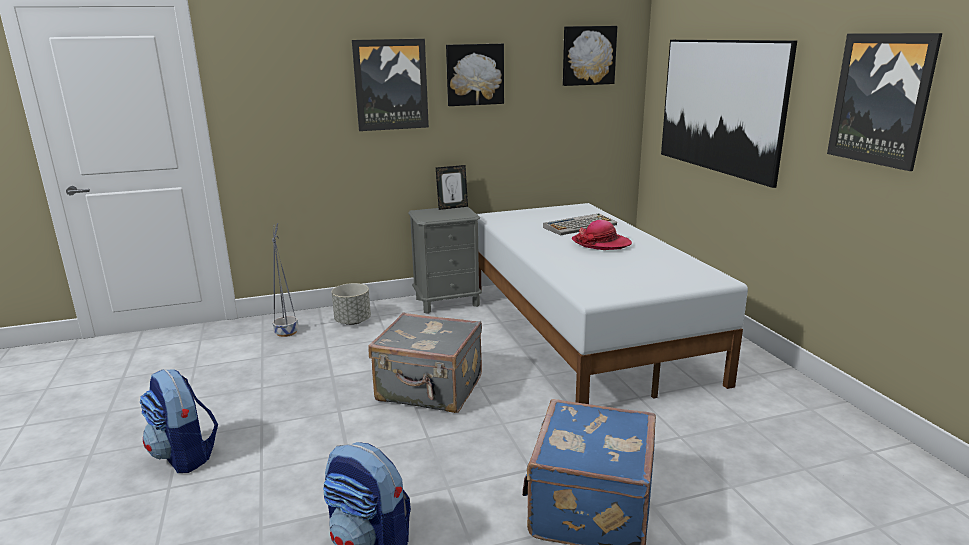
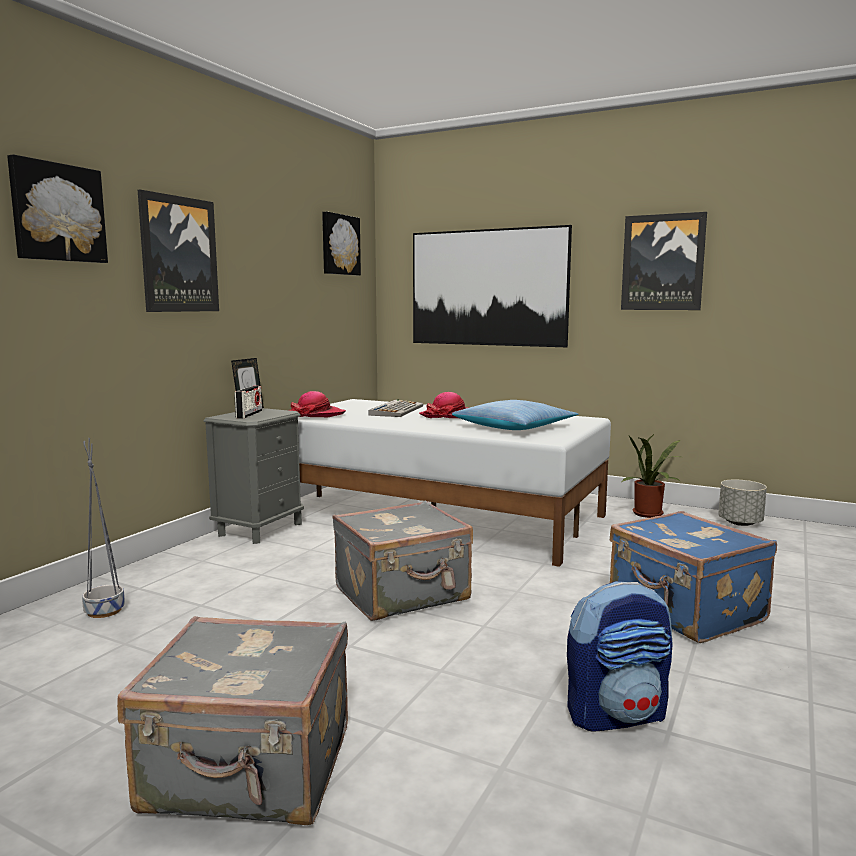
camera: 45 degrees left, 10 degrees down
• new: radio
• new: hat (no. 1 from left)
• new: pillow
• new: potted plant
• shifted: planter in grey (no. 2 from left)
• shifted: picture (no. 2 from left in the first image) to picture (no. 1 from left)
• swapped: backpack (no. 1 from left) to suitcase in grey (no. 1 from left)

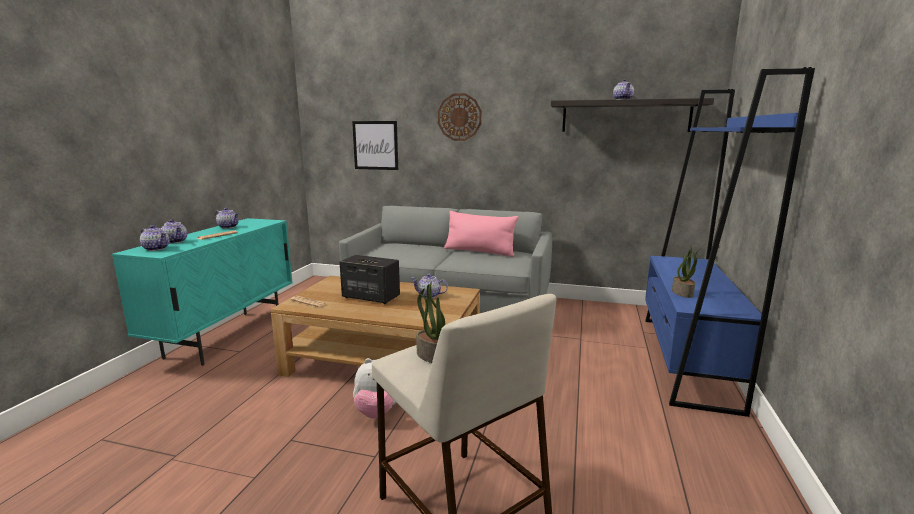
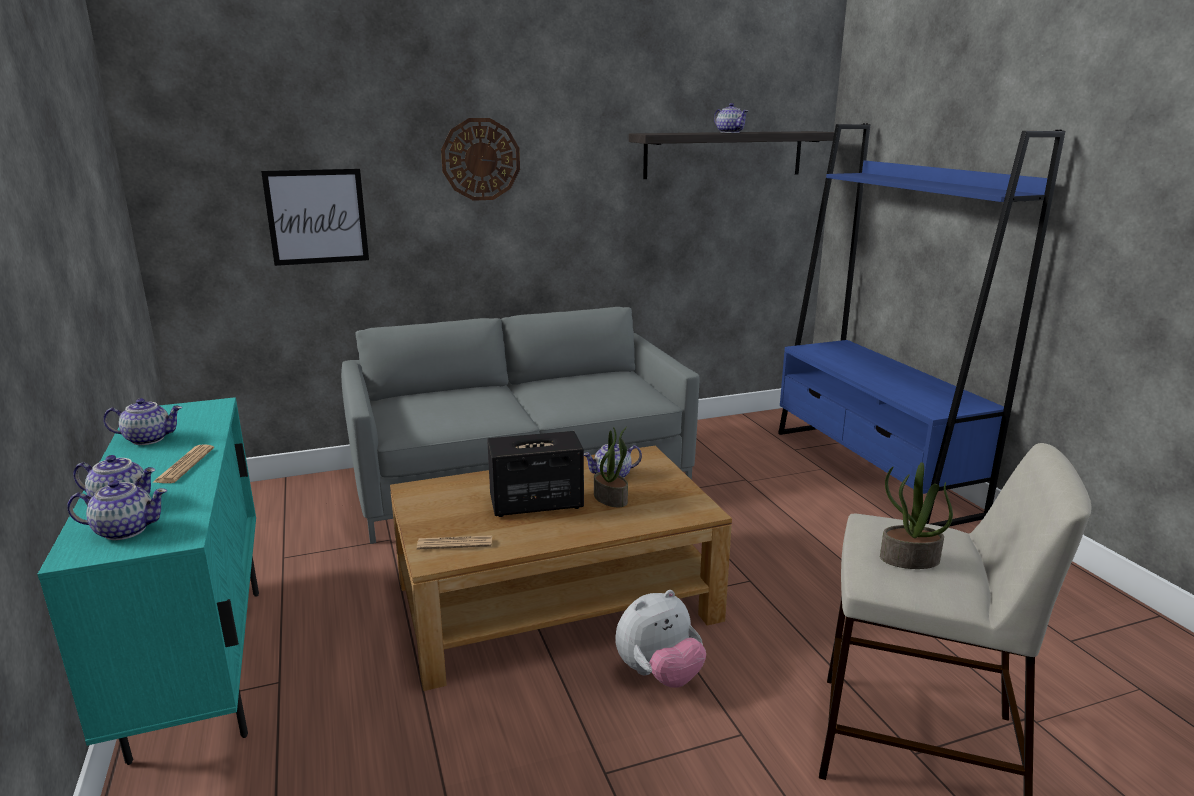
camera: 35 degrees left, 5 degrees up
• gone: pillow in pink
• shifted: potted plant (no. 2 from left in the first image) to potted plant (no. 1 from left)

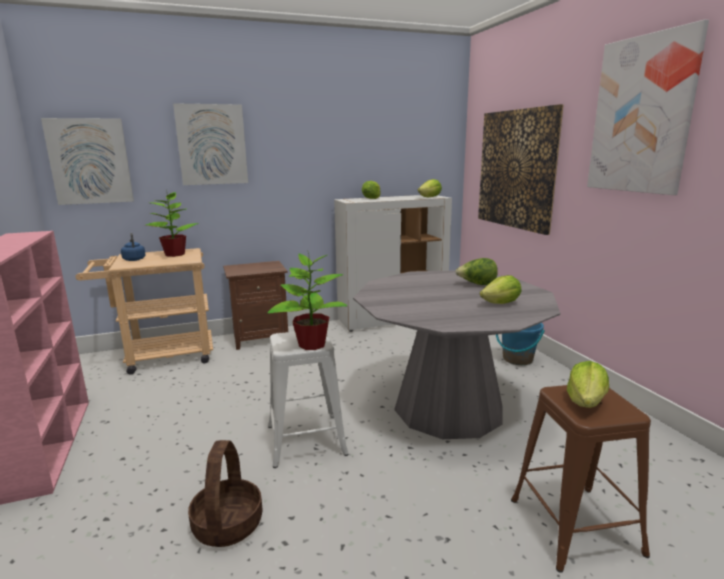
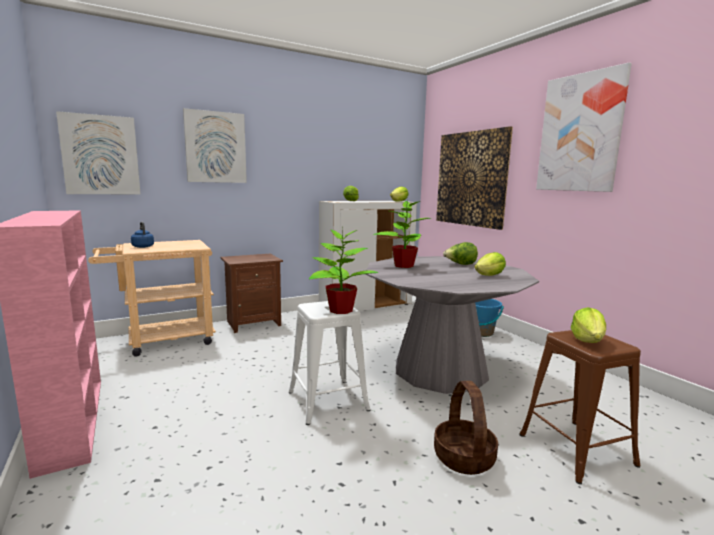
camera: 10 degrees left, 5 degrees down
• shifted: potted plant (no. 1 from left in the first image) to potted plant (no. 2 from left)
• shifted: basket

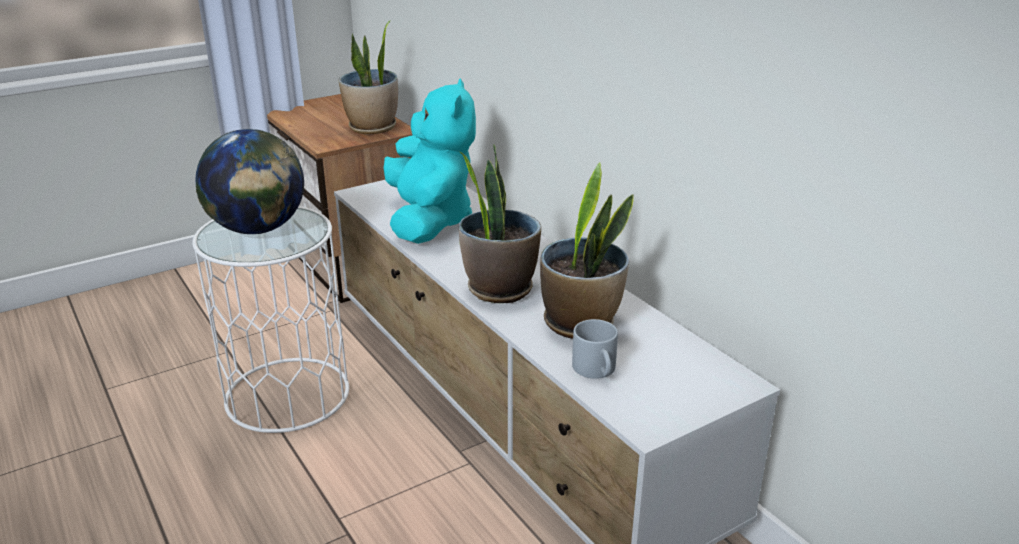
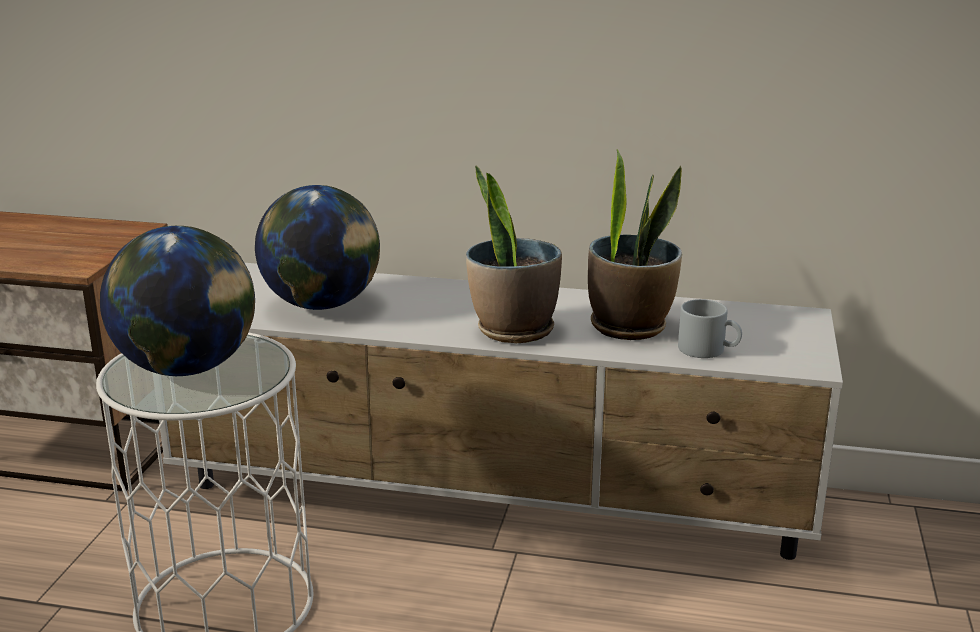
camera: 45 degrees left, 5 degrees down
• gone: potted plant (no. 1 from left)
• swapped: plush toy in turquoise to globe (no. 2 from left)

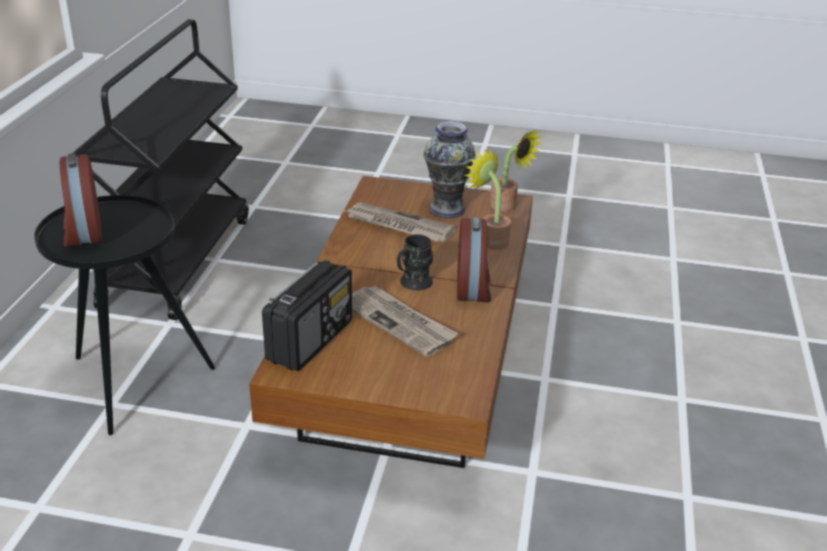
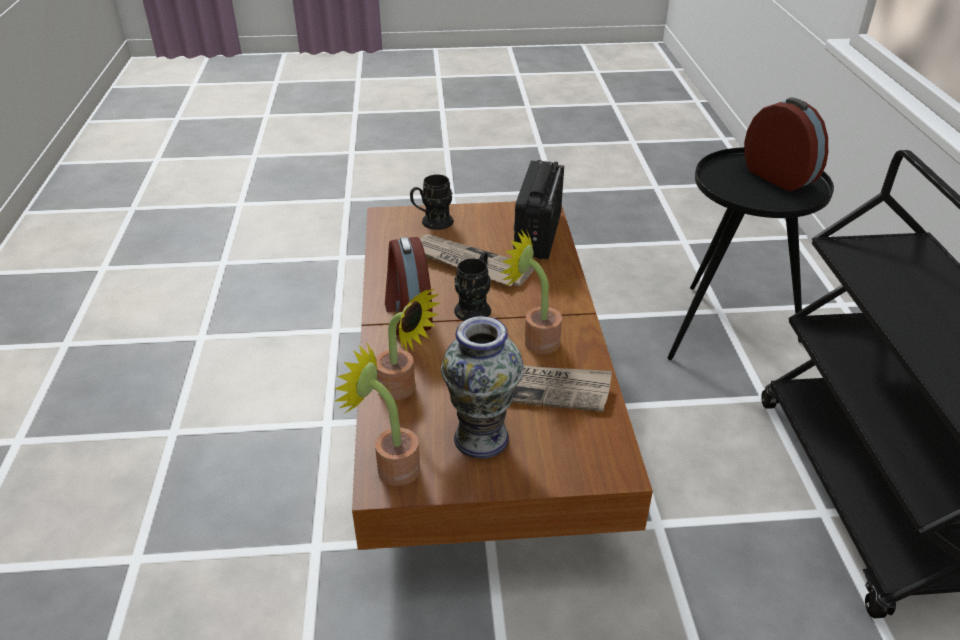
camera: 165 degrees right, 5 degrees up
• new: mug in black (no. 1 from left)
• new: potted plant (no. 3 from left)

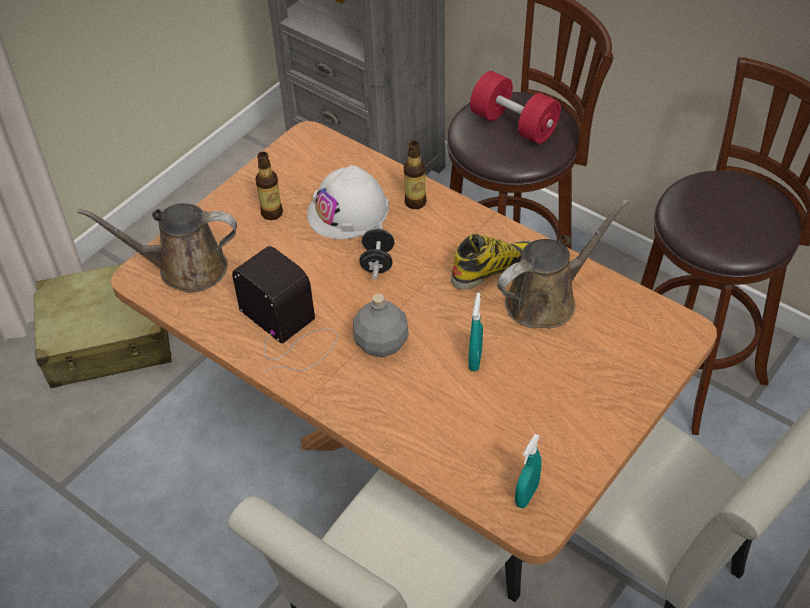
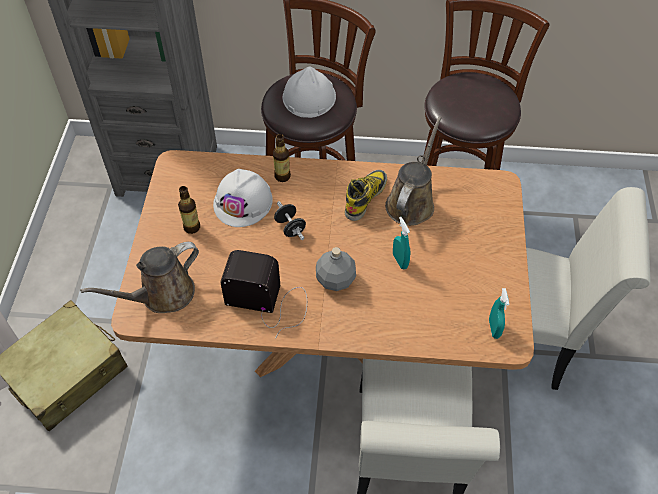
camera: 35 degrees left, 5 degrees up
• swapped: dumbbell in red to hard hat in white (no. 2 from left)

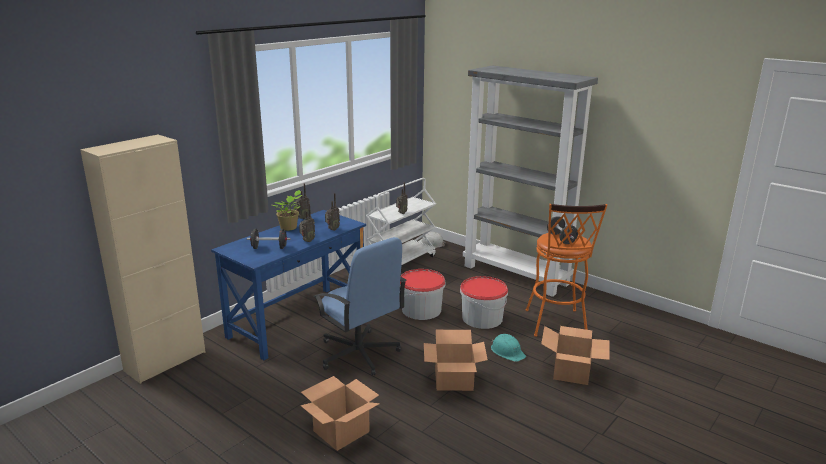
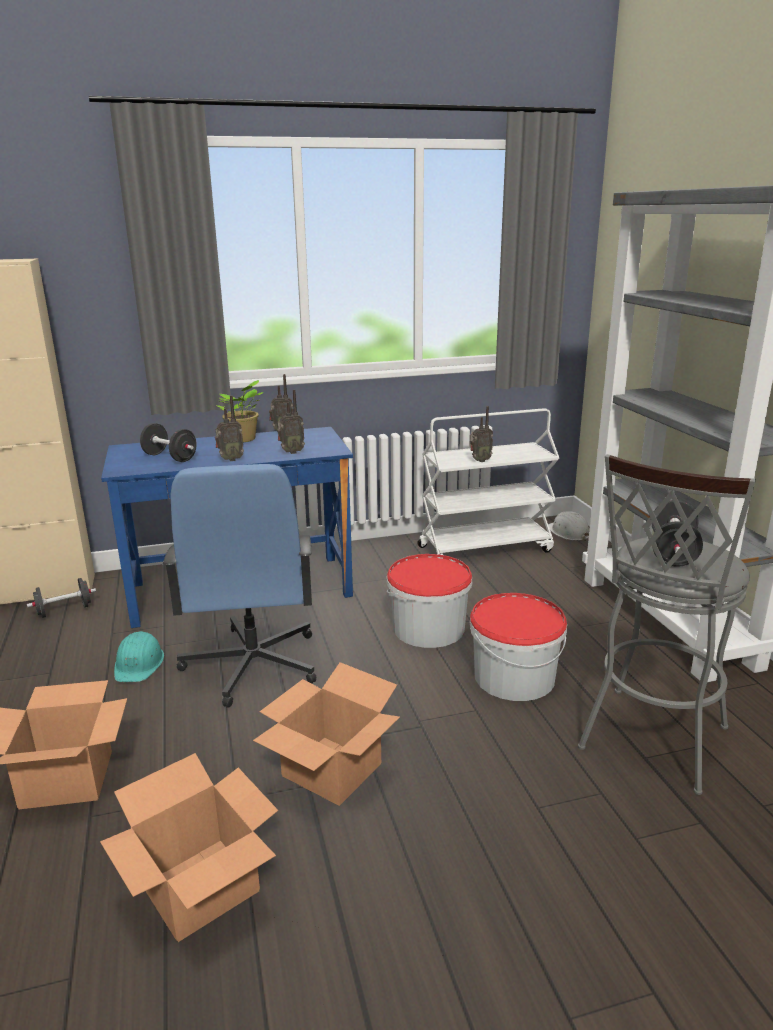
camera: 35 degrees right, 0 degrees up
• new: dumbbell in black (no. 1 from left)
• shifted: hard hat in turquoise
• shifted: cardboard box (no. 3 from left in the first image) to cardboard box (no. 2 from left)
• repainted: stool in orange to stool in grey

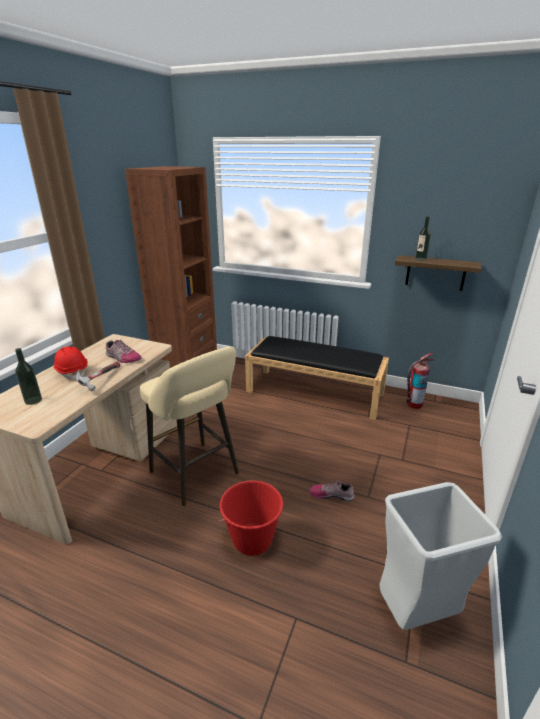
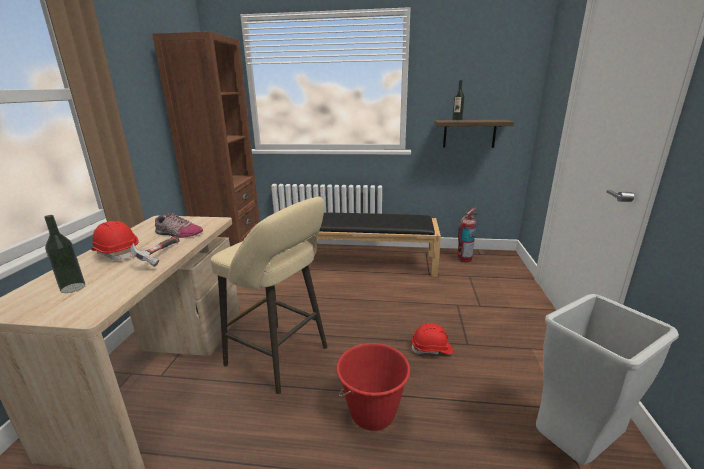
camera: 15 degrees left, 5 degrees down
• swapped: shoe (no. 2 from left) to hard hat in red (no. 2 from left)

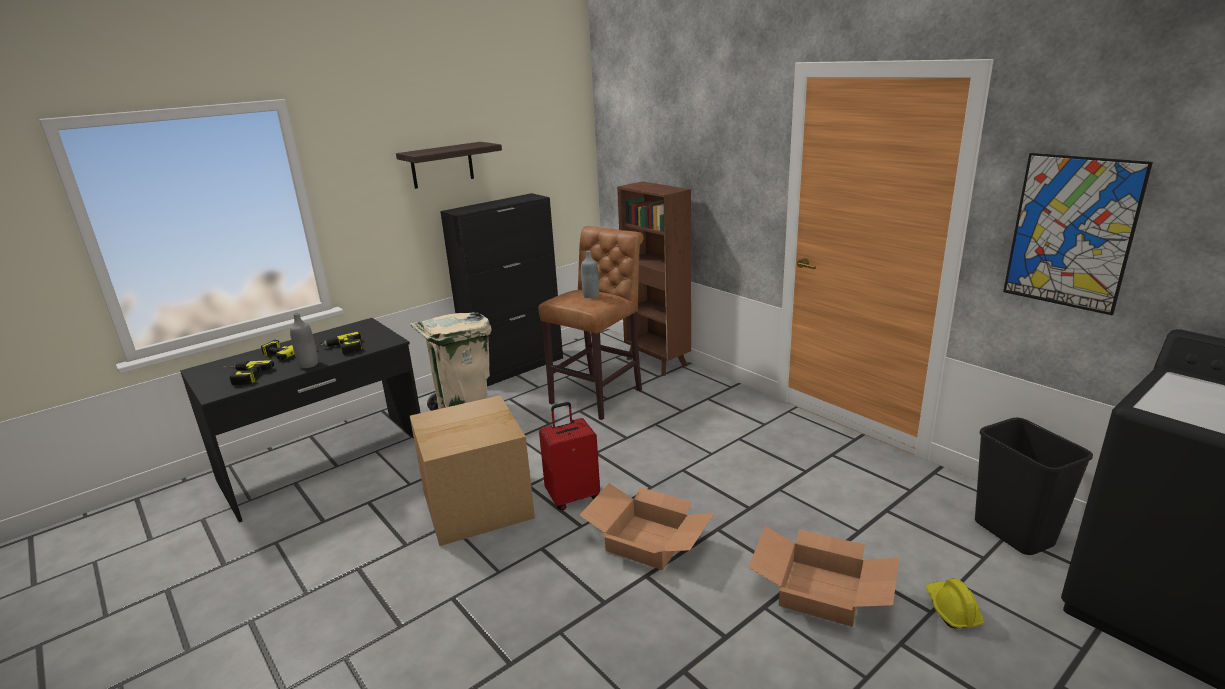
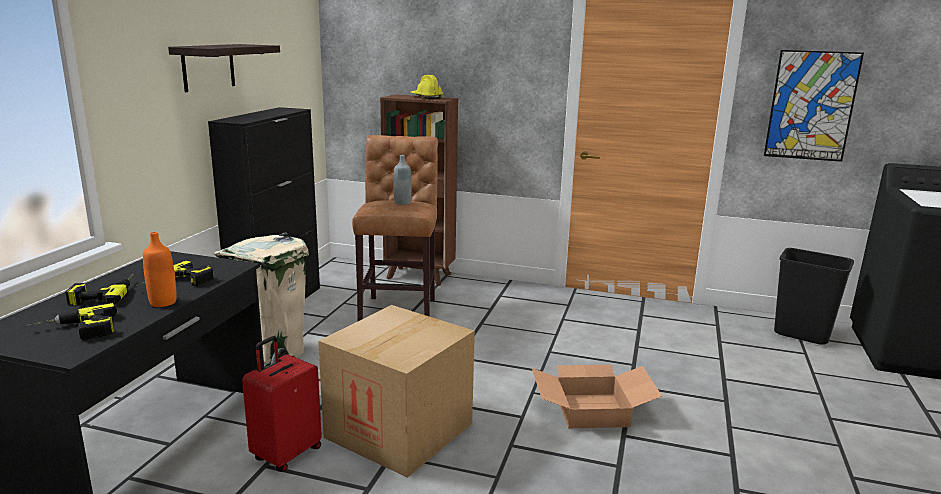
camera: 35 degrees left, 5 degrees down
• gone: cardboard box (no. 3 from left)
• shifted: suitcase in red
• shifted: hard hat in yellow
• repainted: bottle in grey (no. 1 from left) to bottle in orange

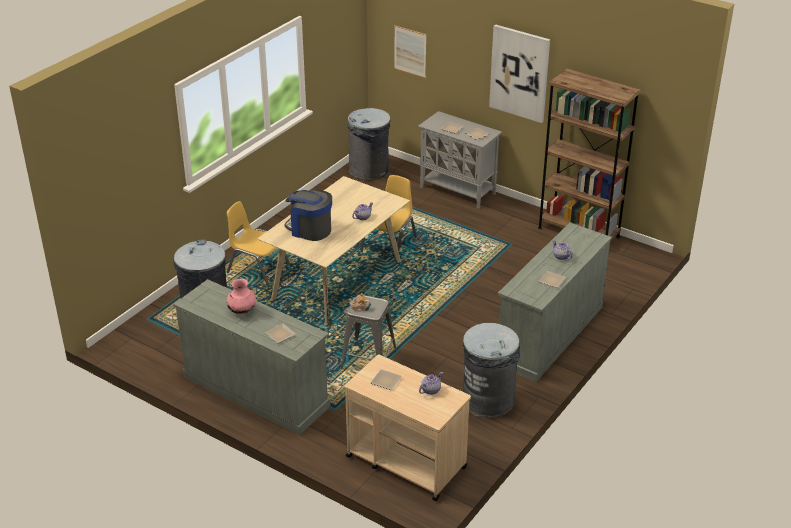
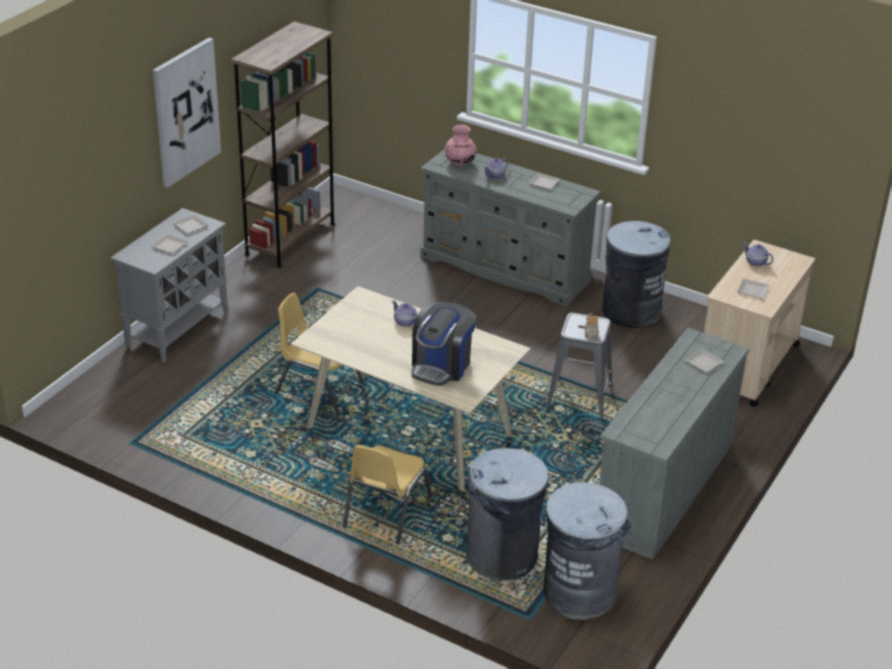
camera: 95 degrees left, 0 degrees up
• gone: picture (no. 1 from left)
• shifted: vase in pink
• shifted: trash can in grey (no. 2 from left)

